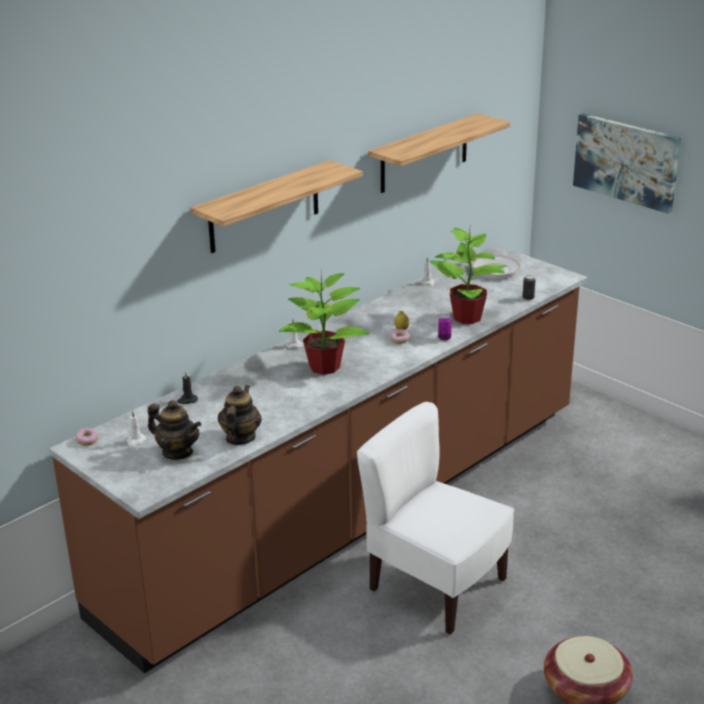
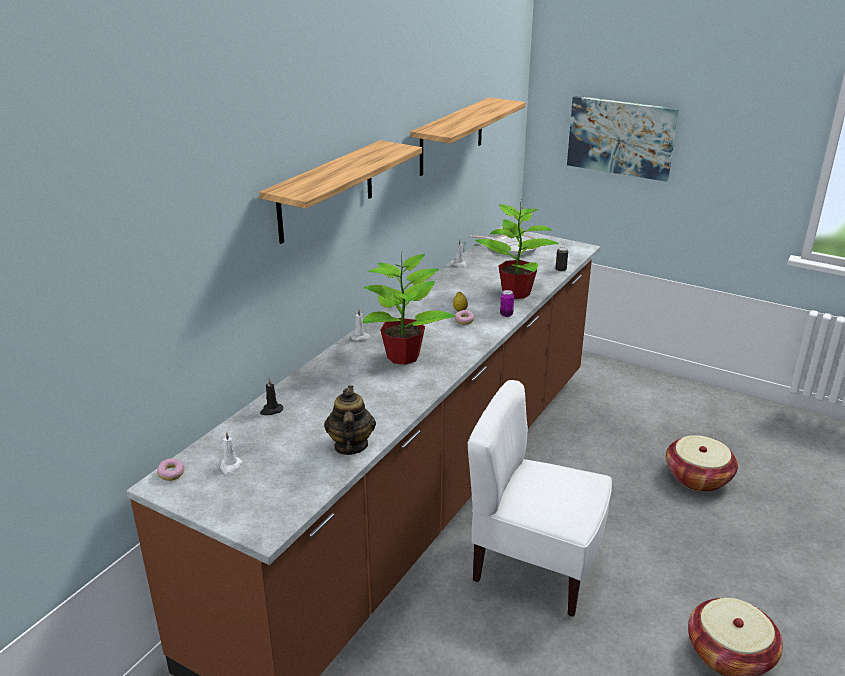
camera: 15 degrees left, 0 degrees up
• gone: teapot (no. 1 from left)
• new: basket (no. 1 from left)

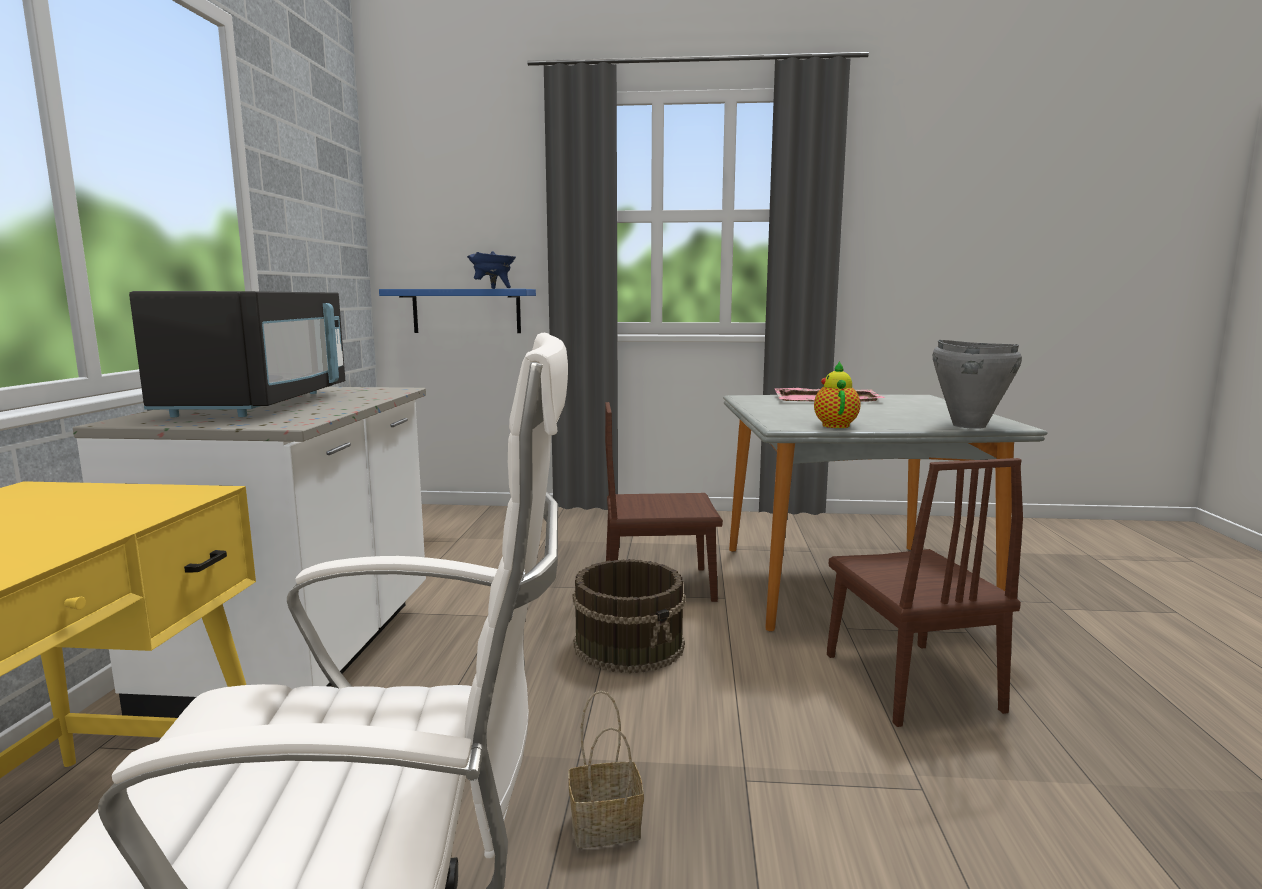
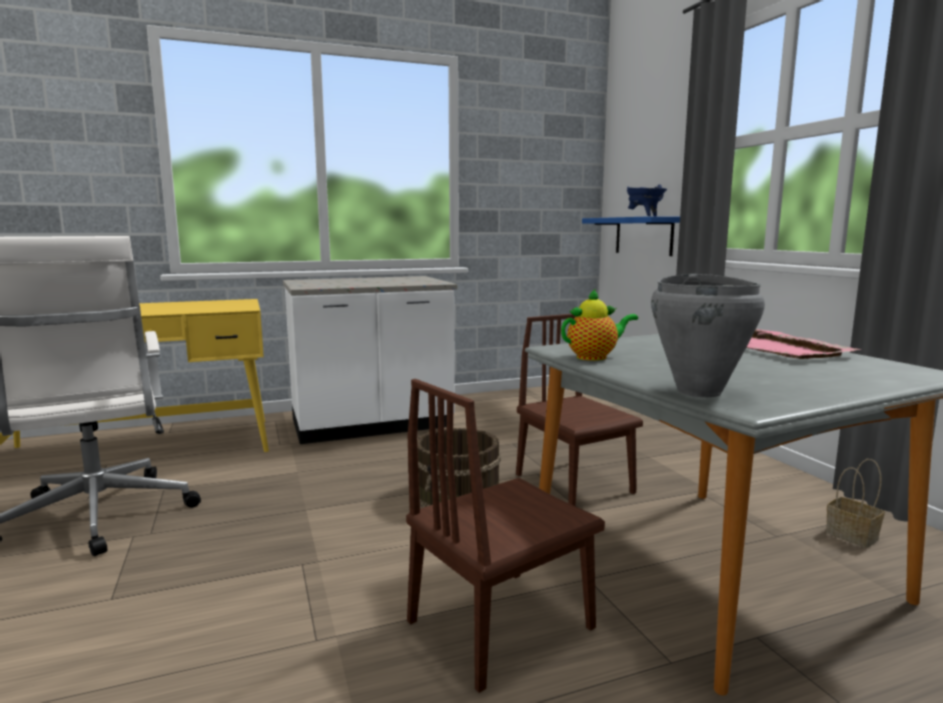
camera: 65 degrees right, 0 degrees up
• gone: microwave in black
• shifted: basket

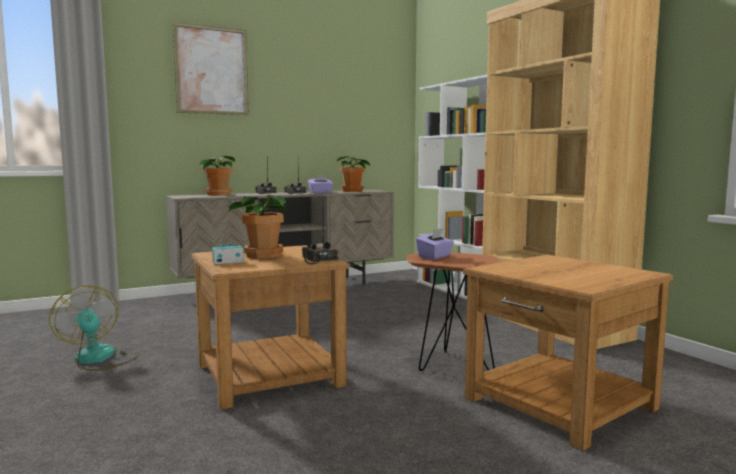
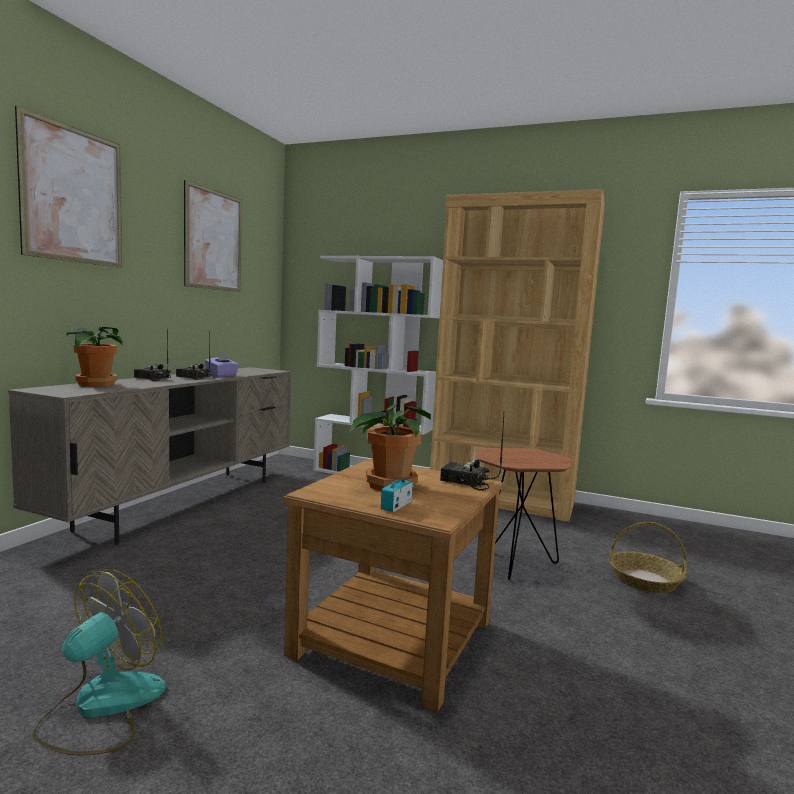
camera: 40 degrees left, 0 degrees up
• gone: potted plant (no. 3 from left)
• gone: tissue box in purple (no. 2 from left)
• new: picture (no. 2 from left)
• swapped: side table in brown (no. 3 from left) to basket
• rotated: fan 105 degrees clockwise

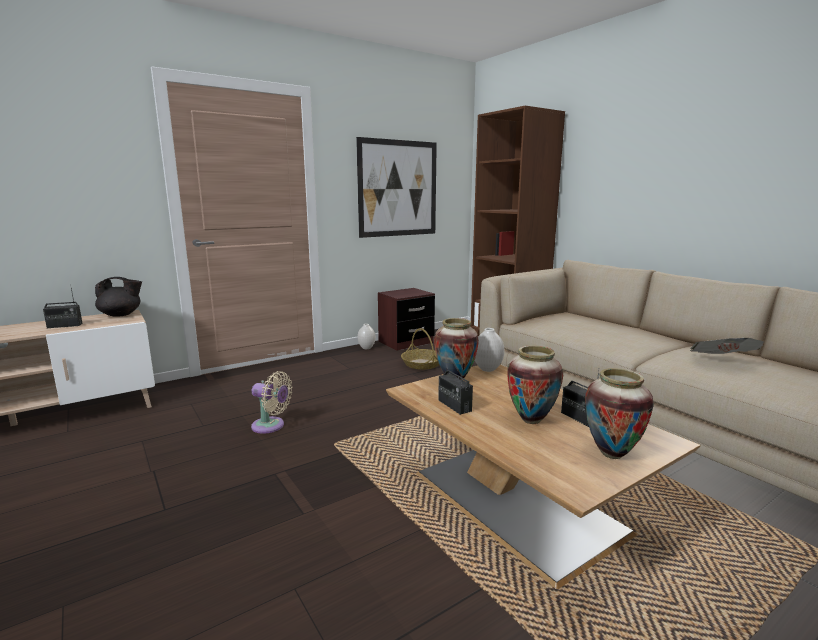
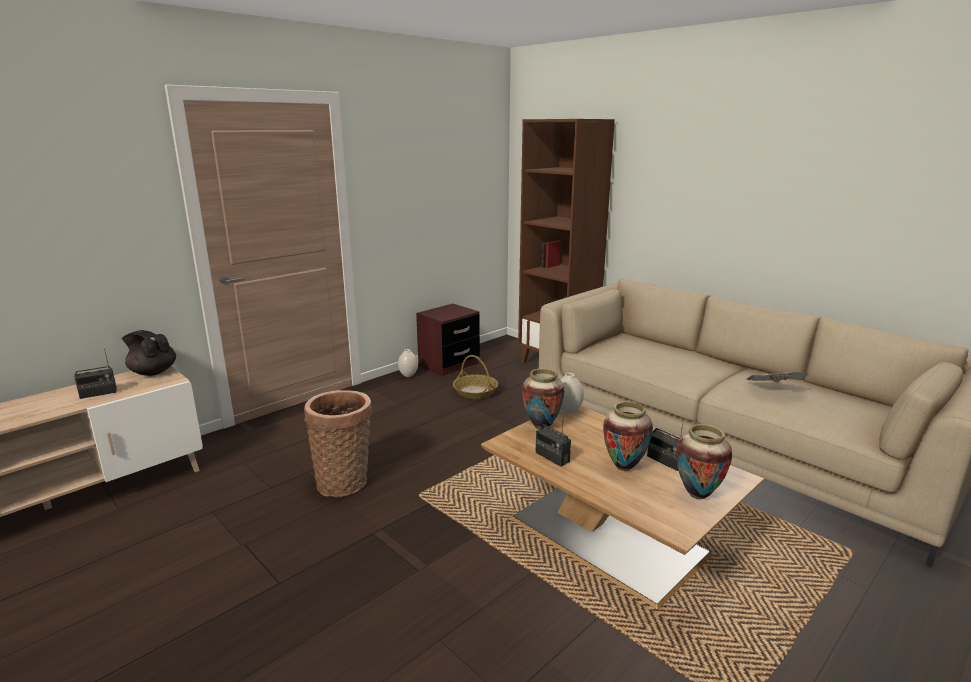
camera: 10 degrees left, 5 degrees up
• gone: picture
• swapped: fan in beige to basket (no. 1 from left)
• rotated: teapot in black 135 degrees counterclockwise

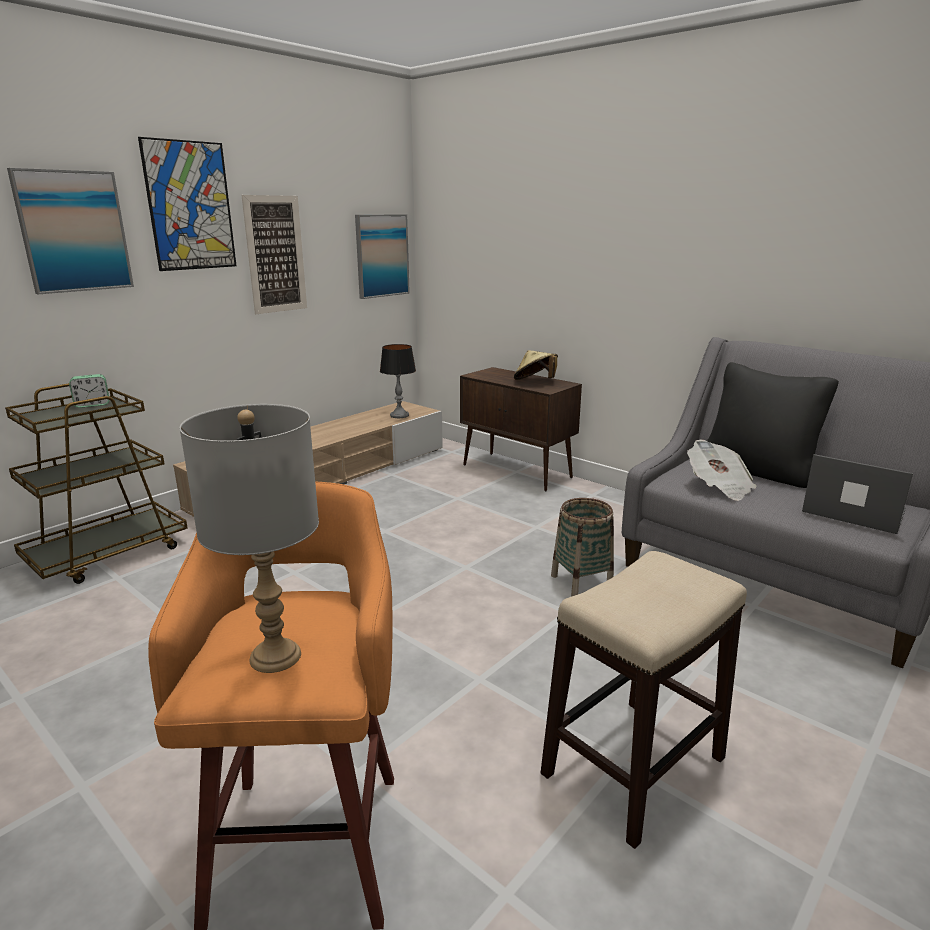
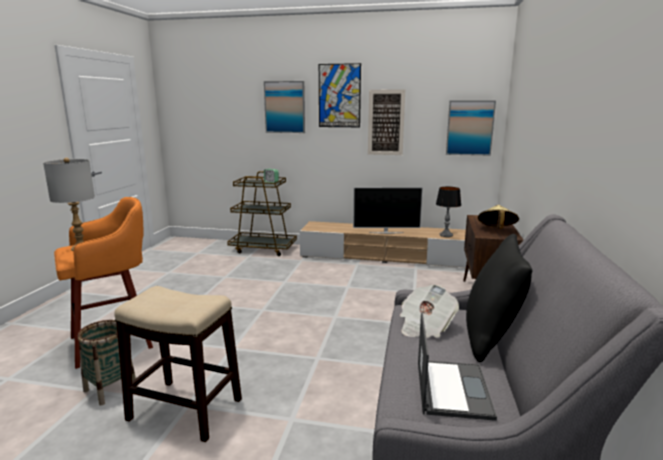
camera: 60 degrees right, 5 degrees down
• new: television
• shifted: basket

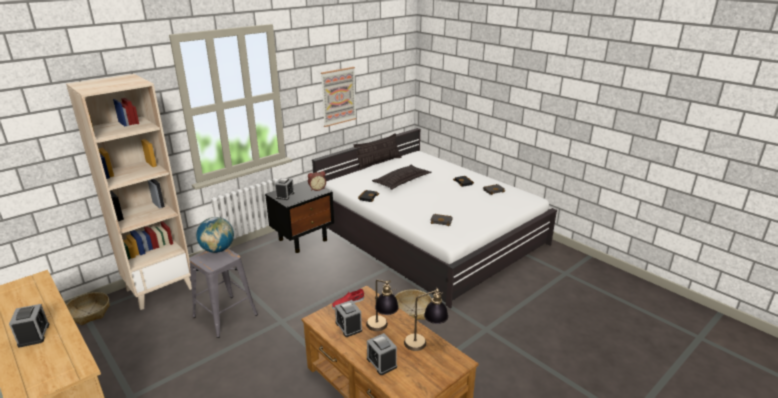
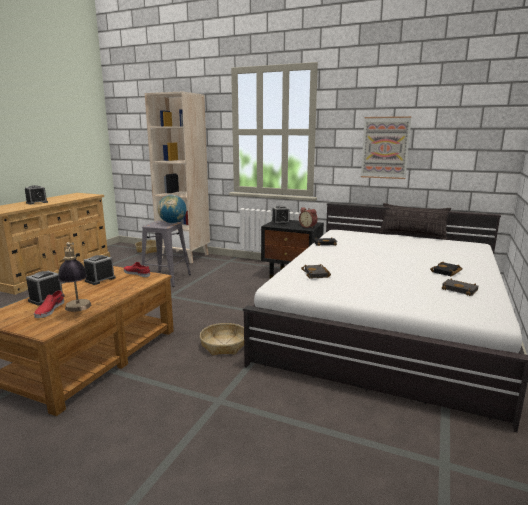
camera: 65 degrees right, 10 degrees down
• gone: table lamp (no. 1 from left)
• gone: pillow (no. 2 from left)
• new: shoe in red (no. 1 from left)

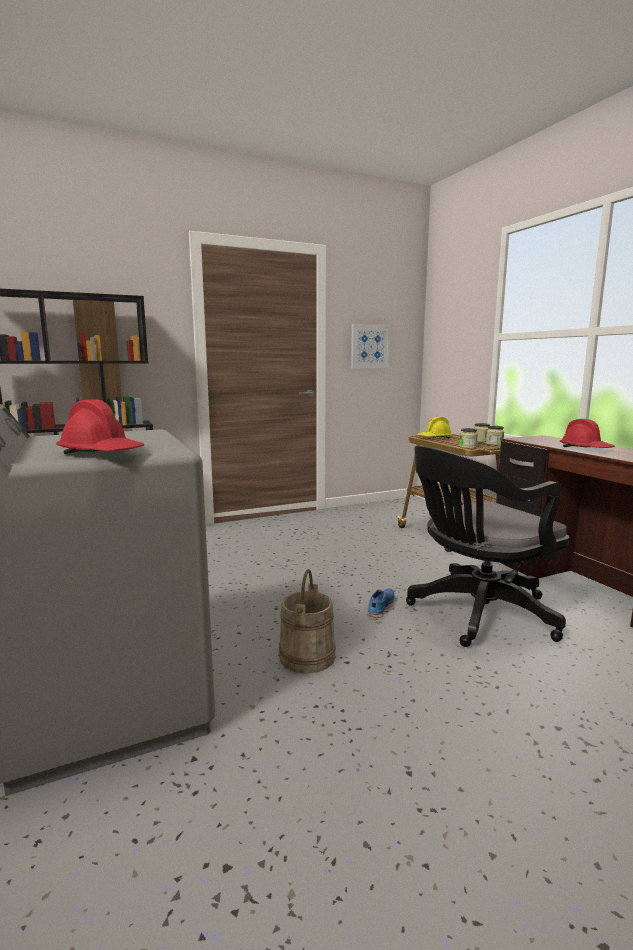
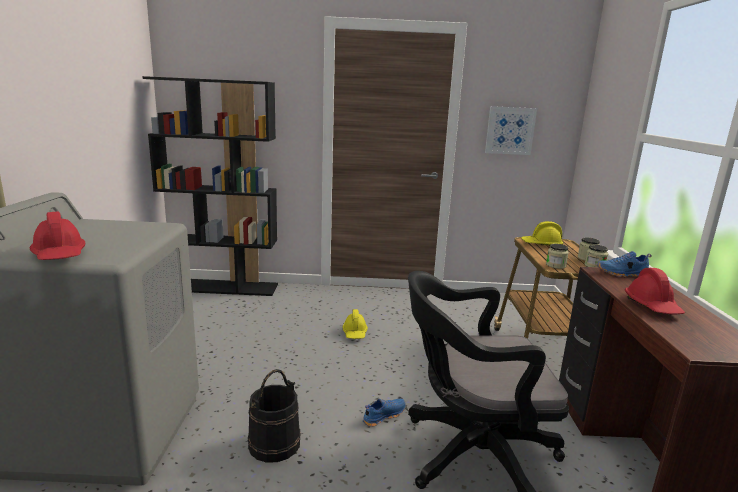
camera: 25 degrees right, 5 degrees up
• new: hard hat in yellow (no. 1 from left)
• new: shoe in blue (no. 2 from left)
• repainted: bucket in beige to bucket in black

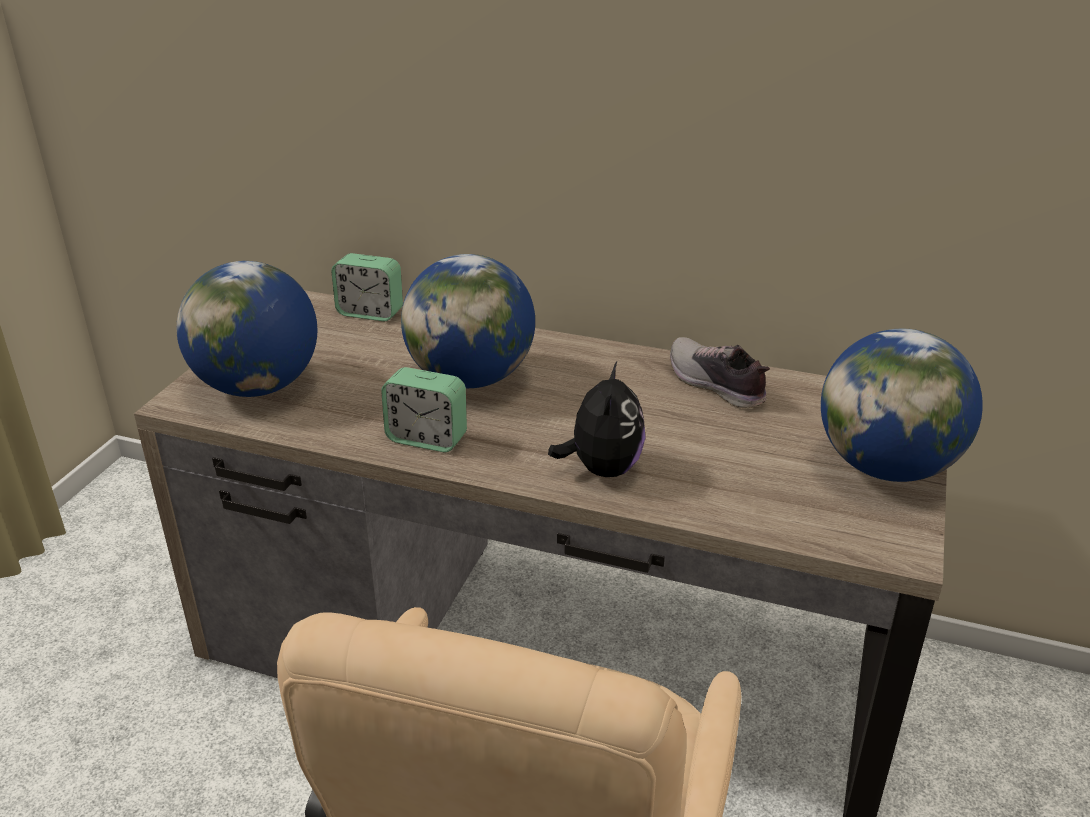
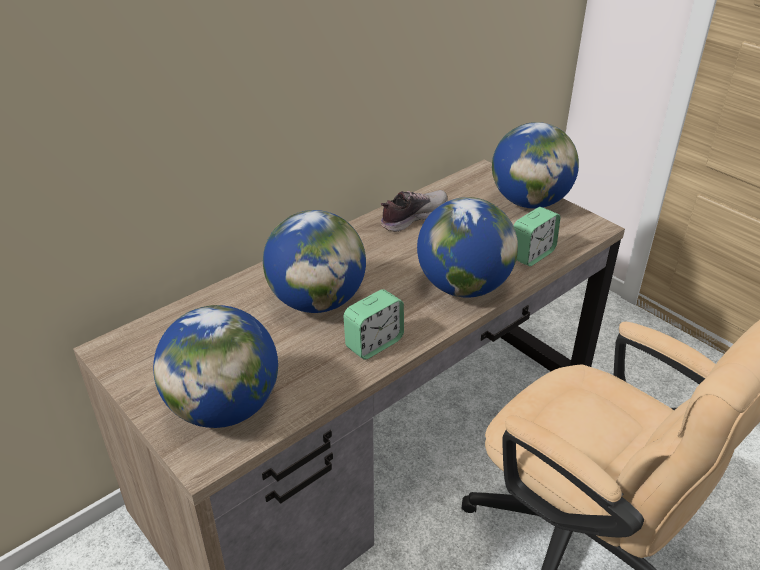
camera: 60 degrees left, 5 degrees up
• shifted: alarm clock (no. 1 from left in the first image) to alarm clock (no. 2 from left)
• swapped: plush toy to globe (no. 3 from left)
• rotated: shoe 150 degrees clockwise

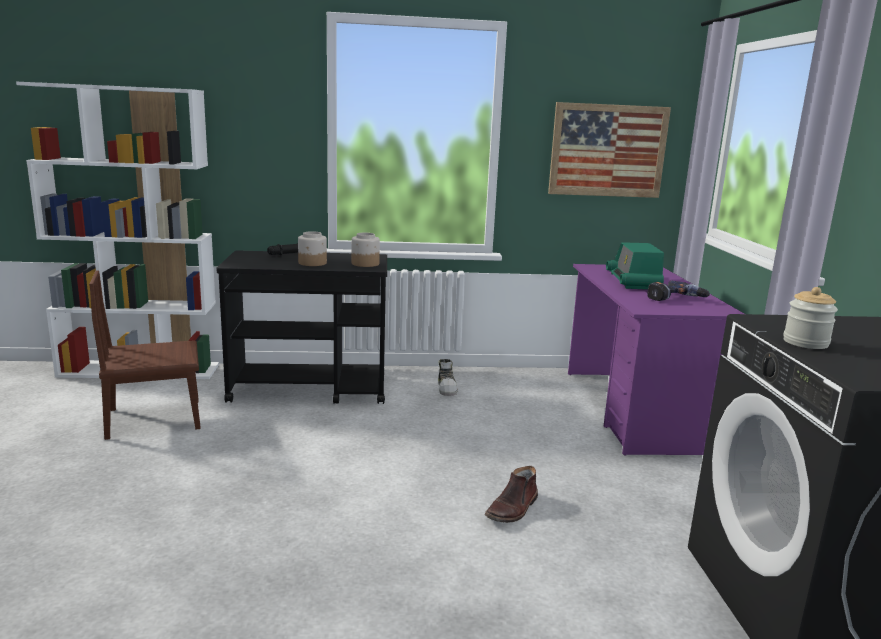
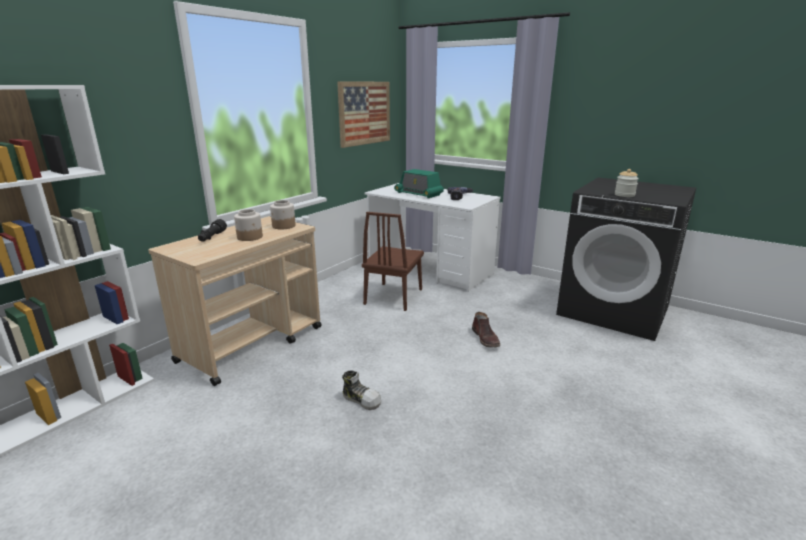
camera: 50 degrees left, 5 degrees up
• shifted: chair in brown
• shifted: shoe
• repainted: cart in black to cart in beige
• repainted: desk in purple to desk in white

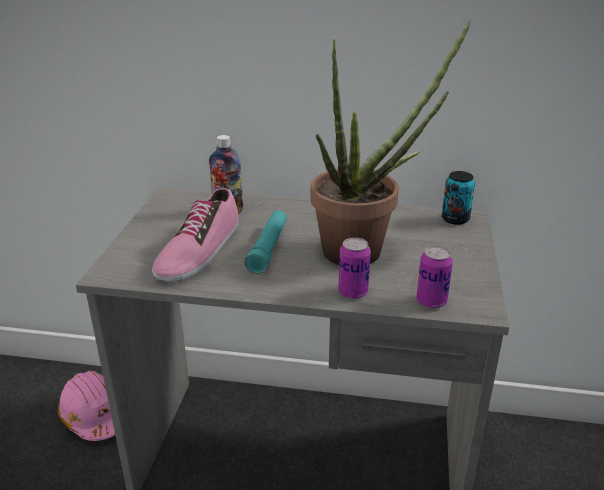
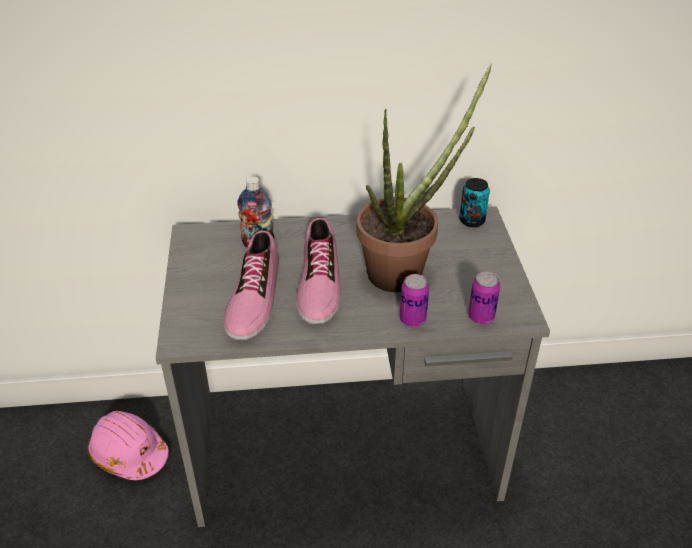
camera: 15 degrees left, 10 degrees up
• swapped: flashlight in turquoise to shoe (no. 2 from left)

